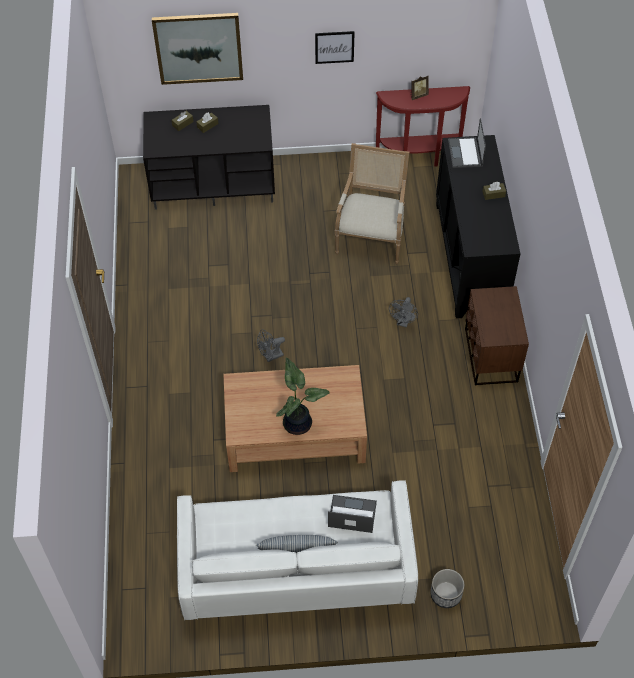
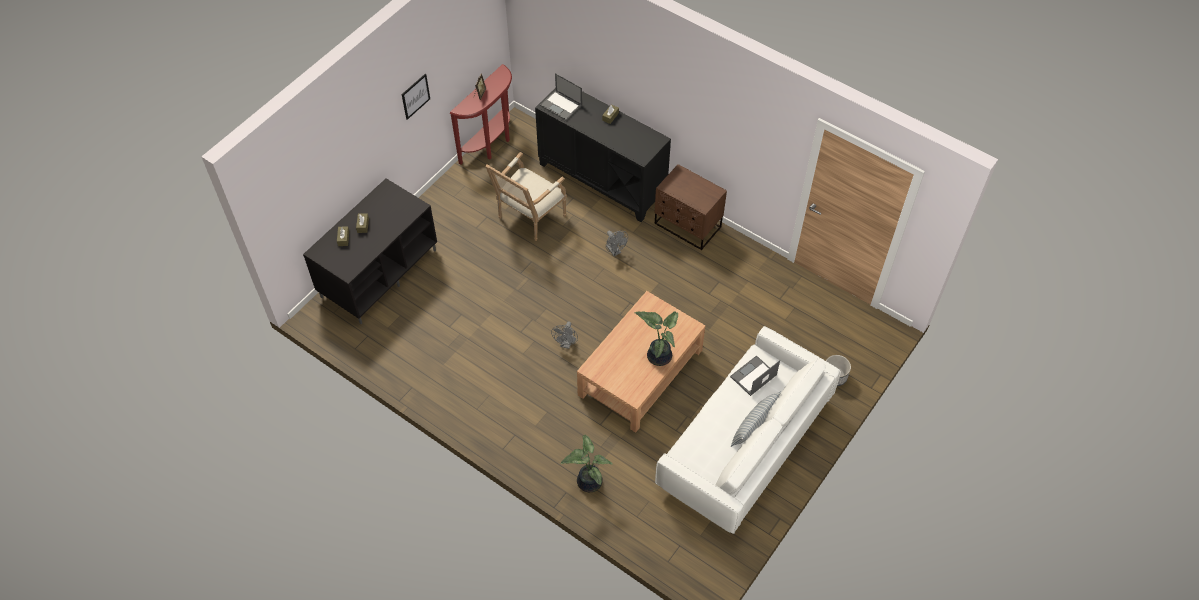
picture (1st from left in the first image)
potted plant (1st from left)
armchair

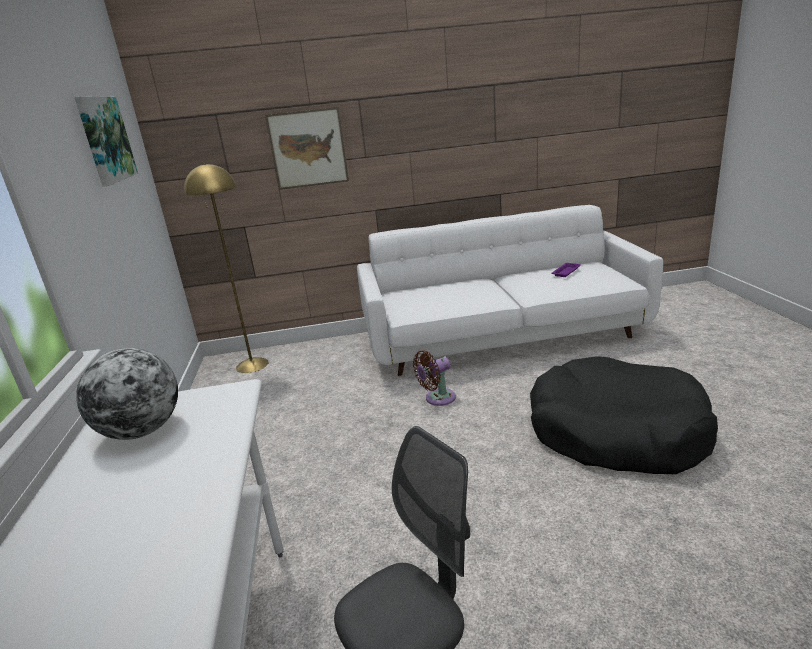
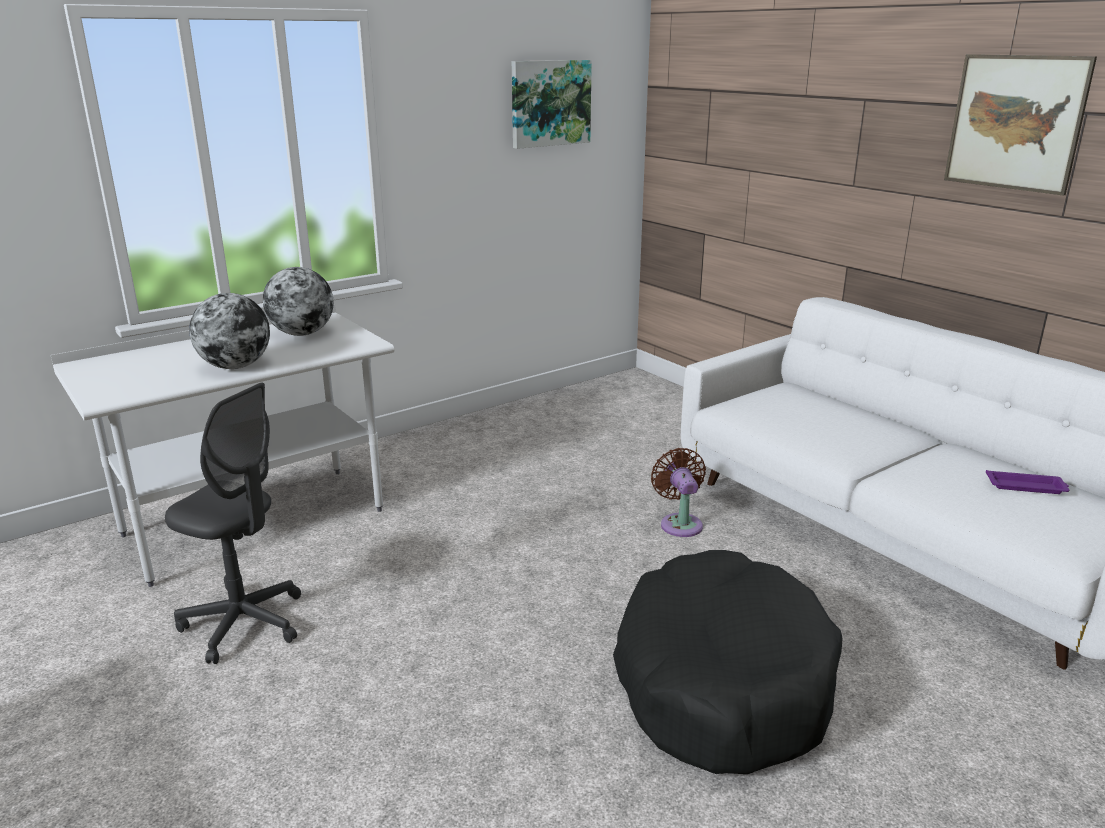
floor lamp in yellow
globe (1st from left)
picture (2nd from left)
fan in brown

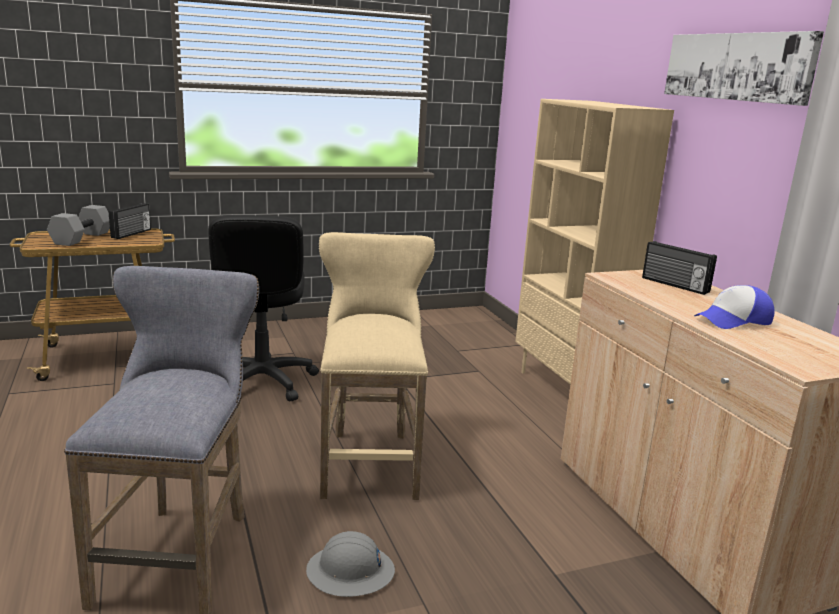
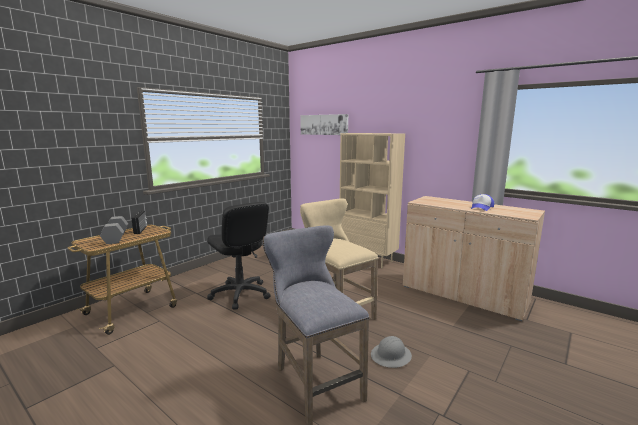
radio (2nd from left in the first image)
picture

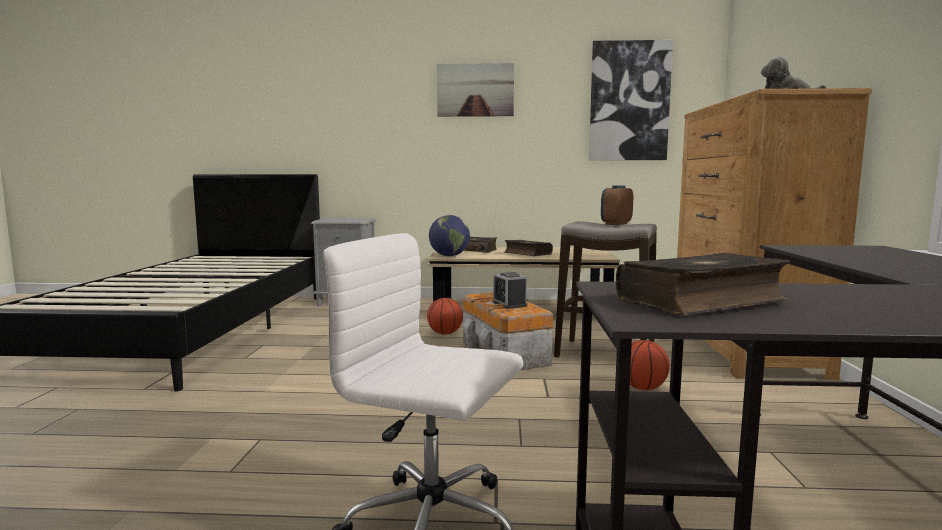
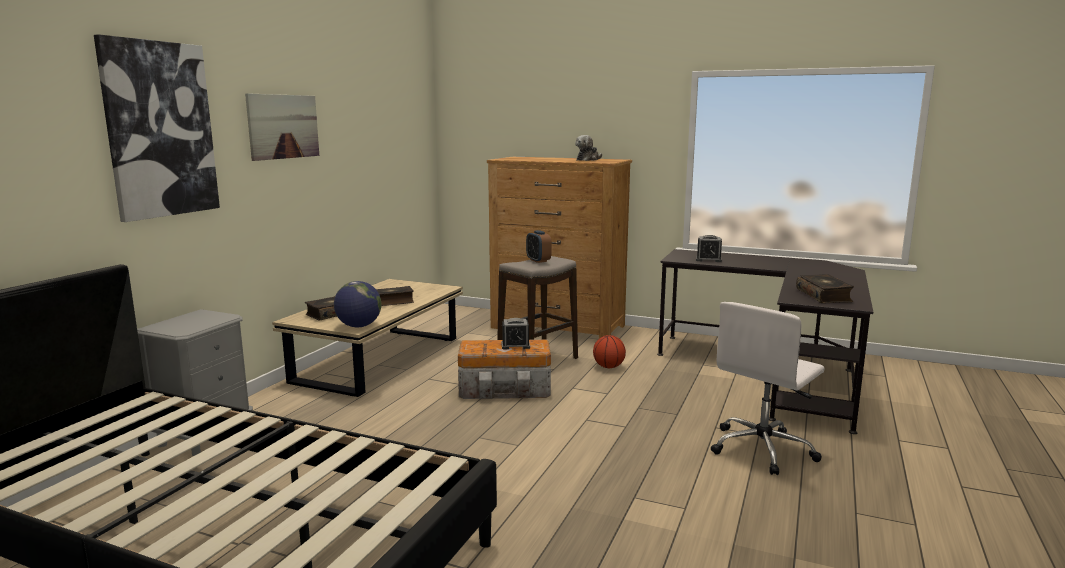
basketball (1st from left in the first image)
alarm clock (3rd from left)
picture (1st from left)

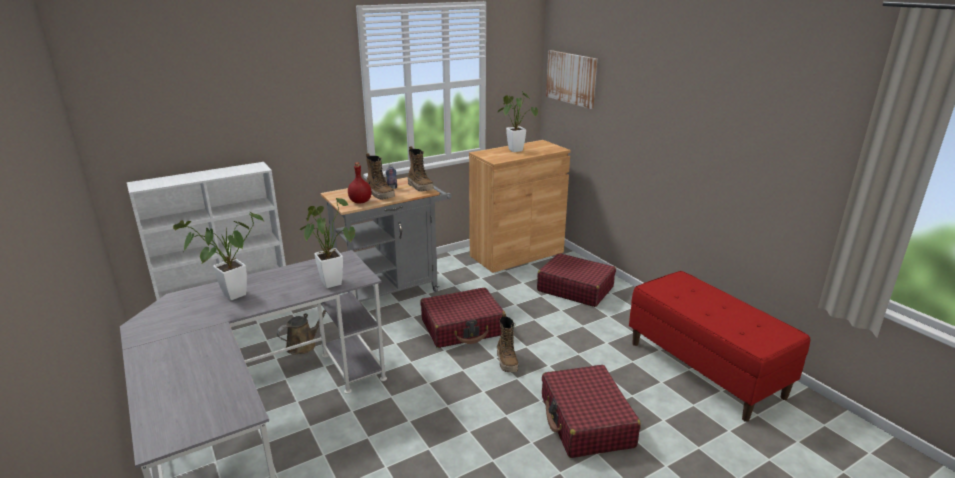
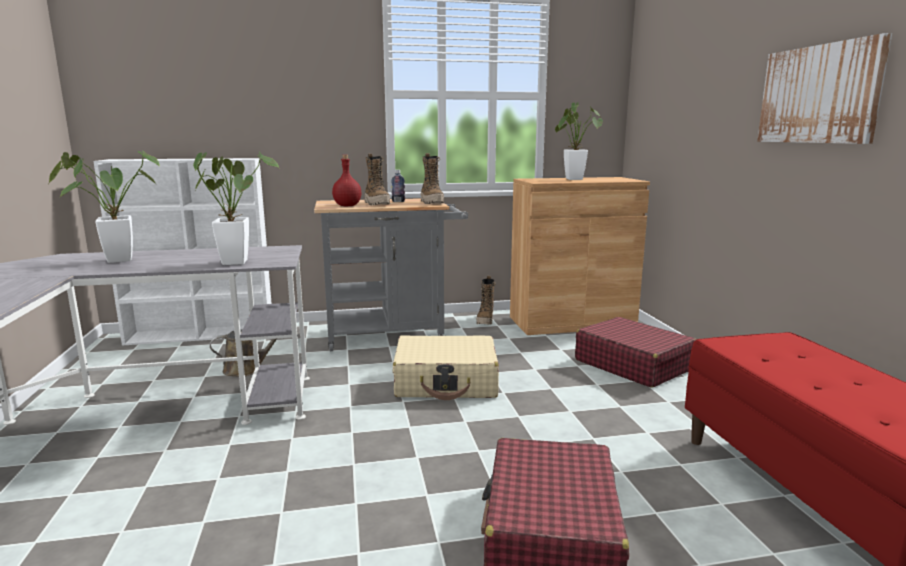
boot (3rd from left)
picture
suitcase in beige

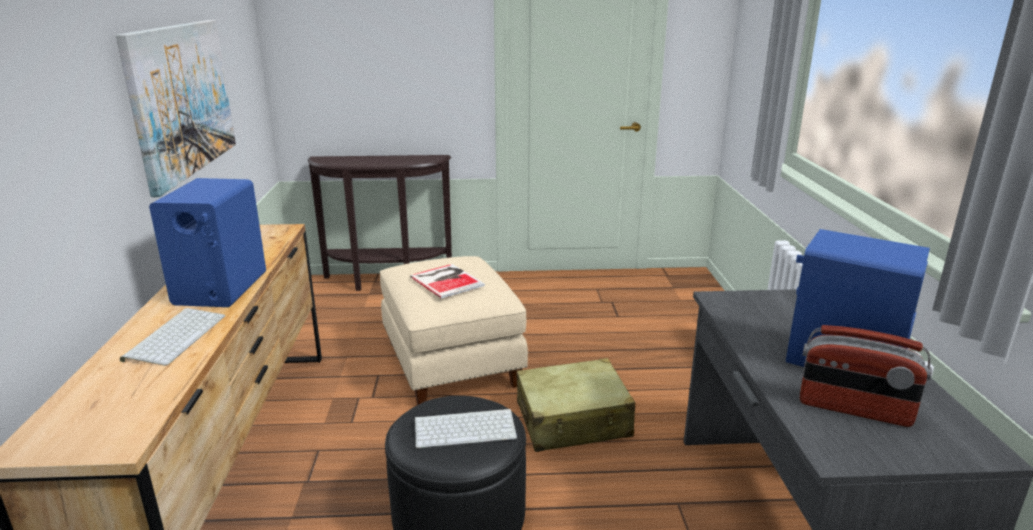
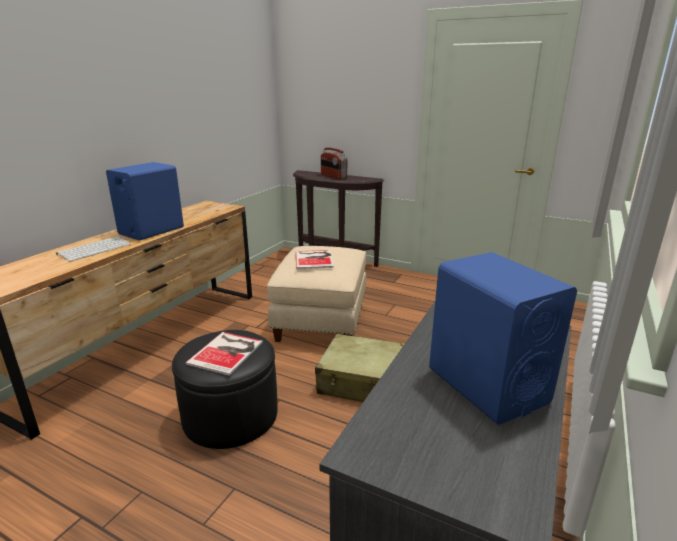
picture
radio
book (1st from left)

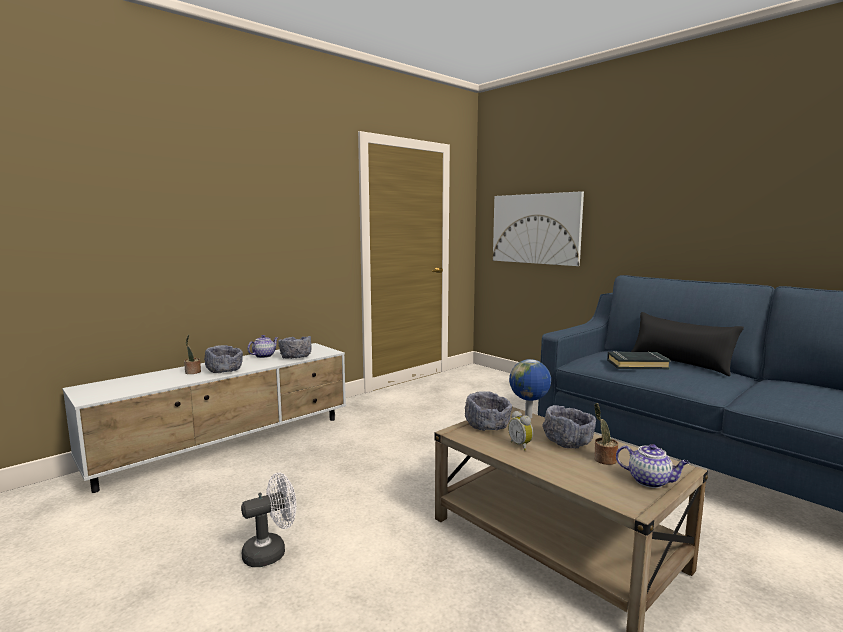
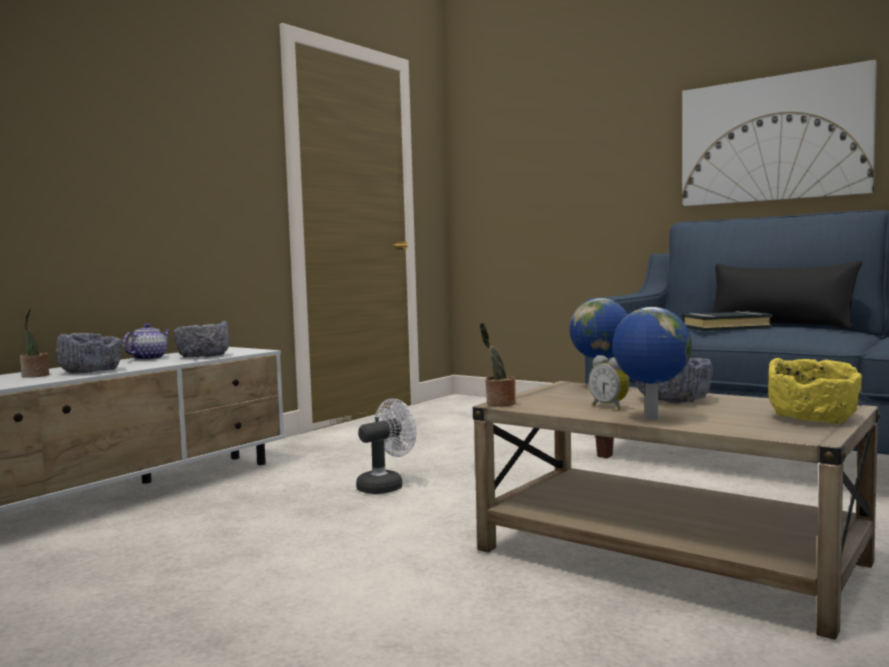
bowl in grey (3rd from left in the first image)
globe (2nd from left)
fan in white
picture
potted plant (2nd from left)
bowl in yellow

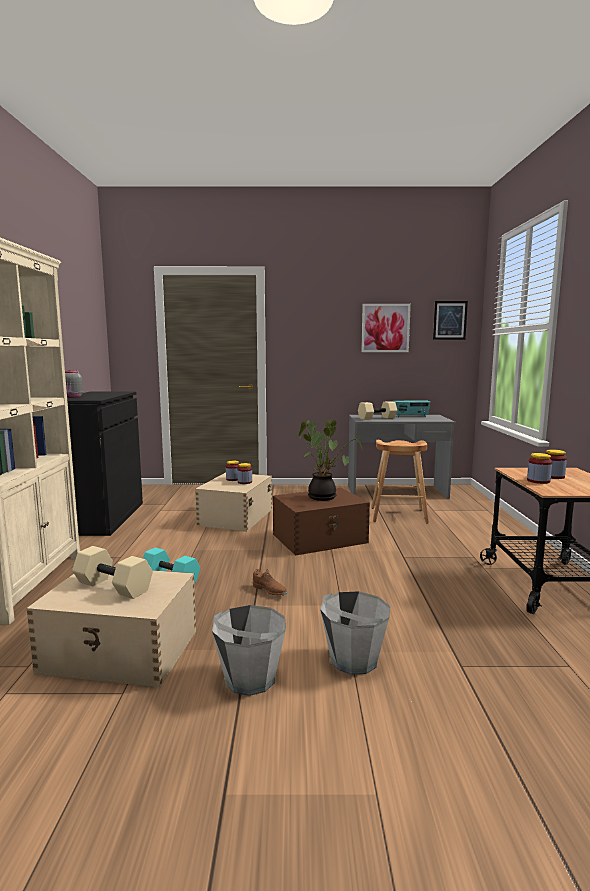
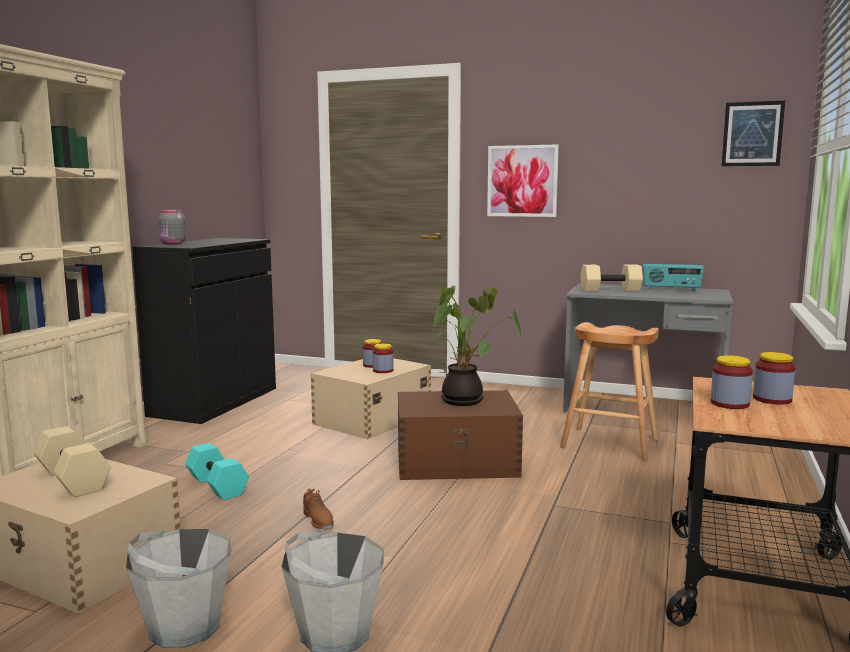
picture (1st from left)

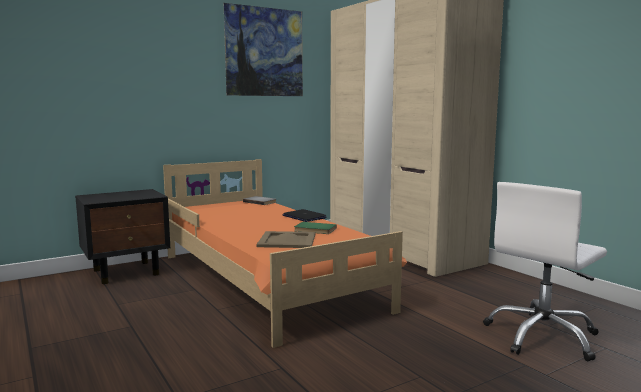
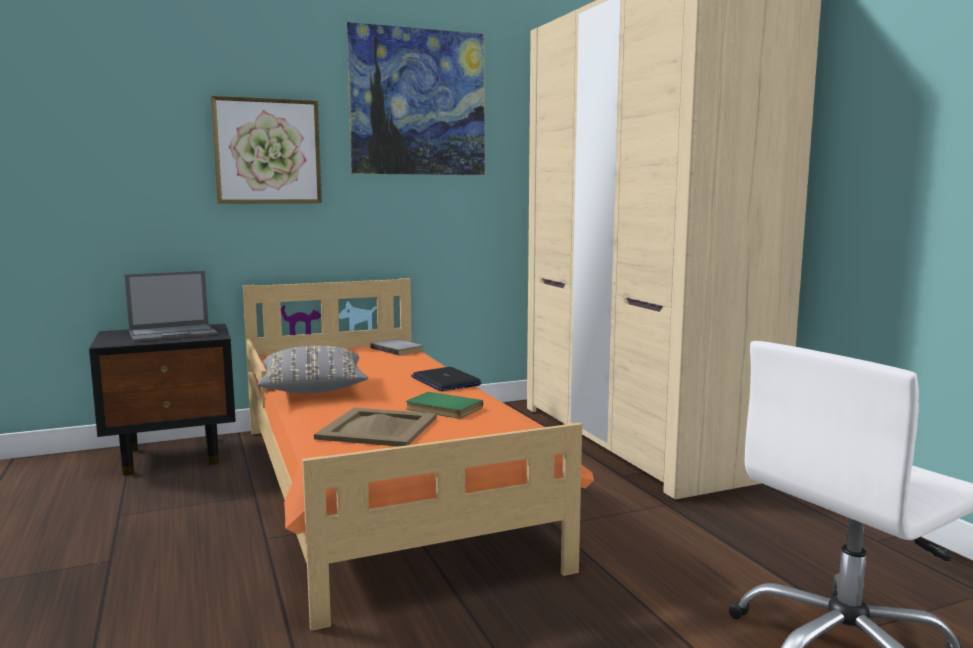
laptop (1st from left)
picture (1st from left)
pillow in grey

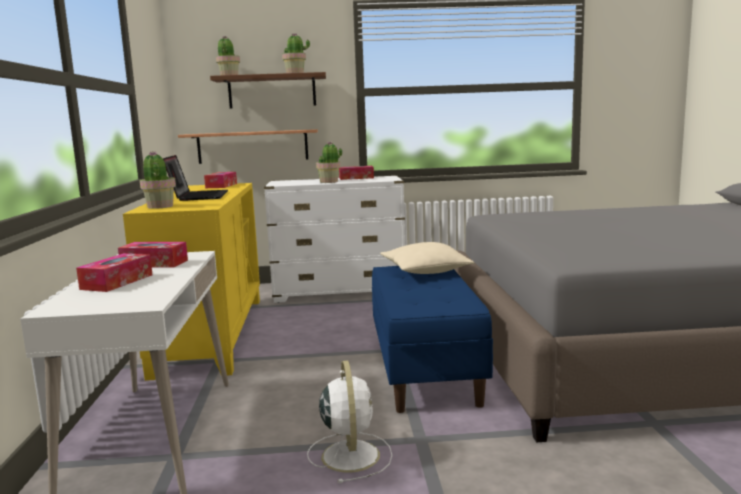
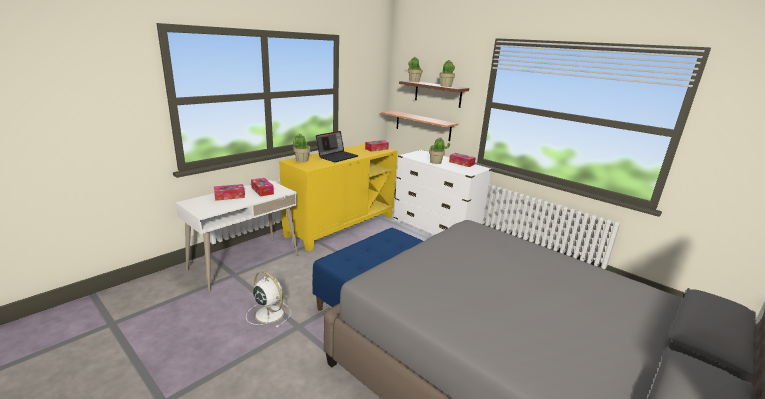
pillow in beige
fan in white

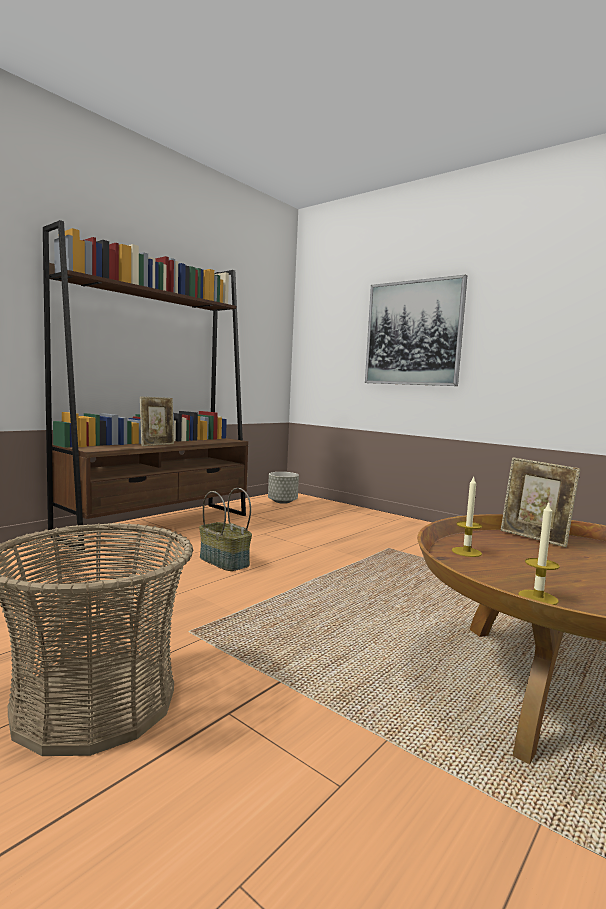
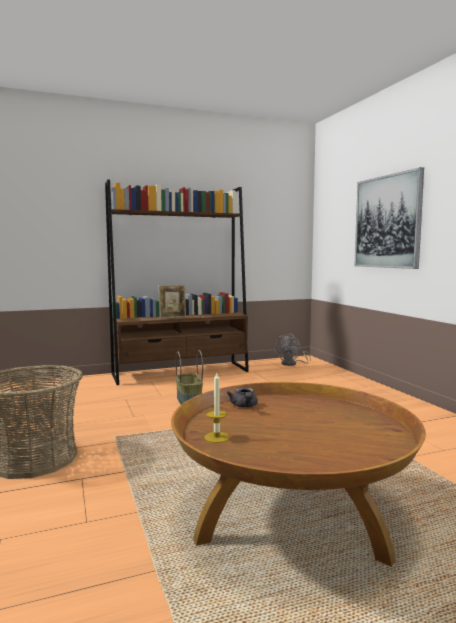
picture frame (2nd from left in the first image)
fan in grey
teapot in grey

